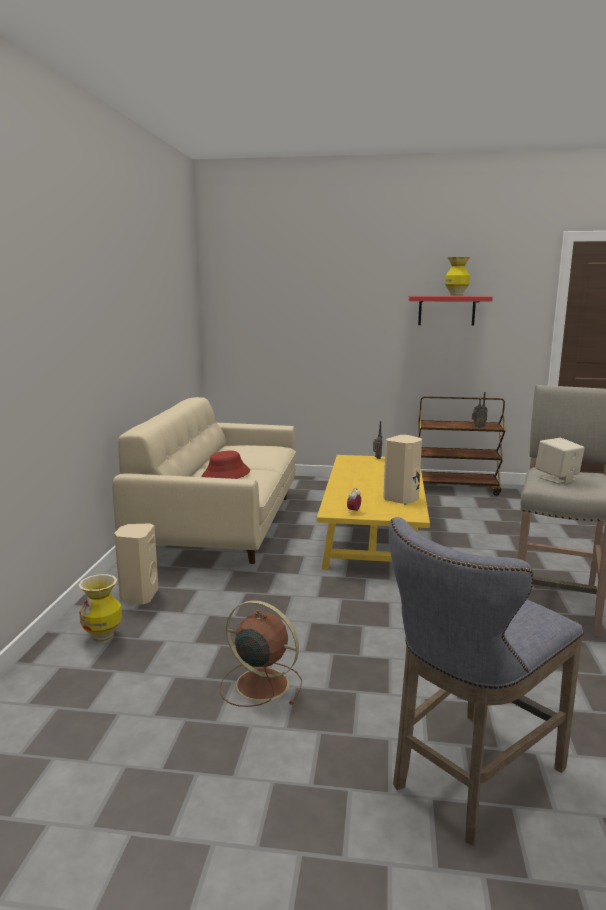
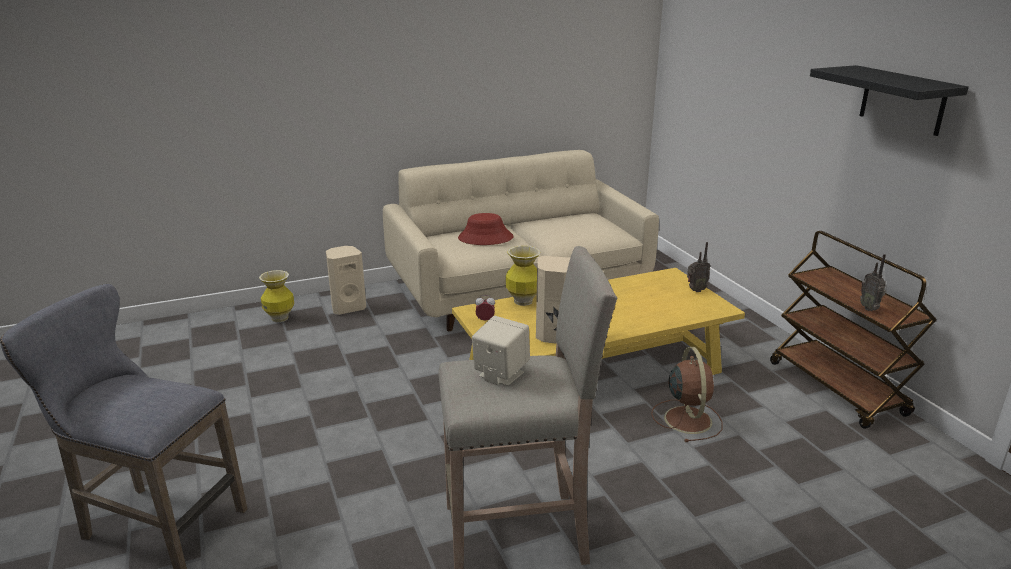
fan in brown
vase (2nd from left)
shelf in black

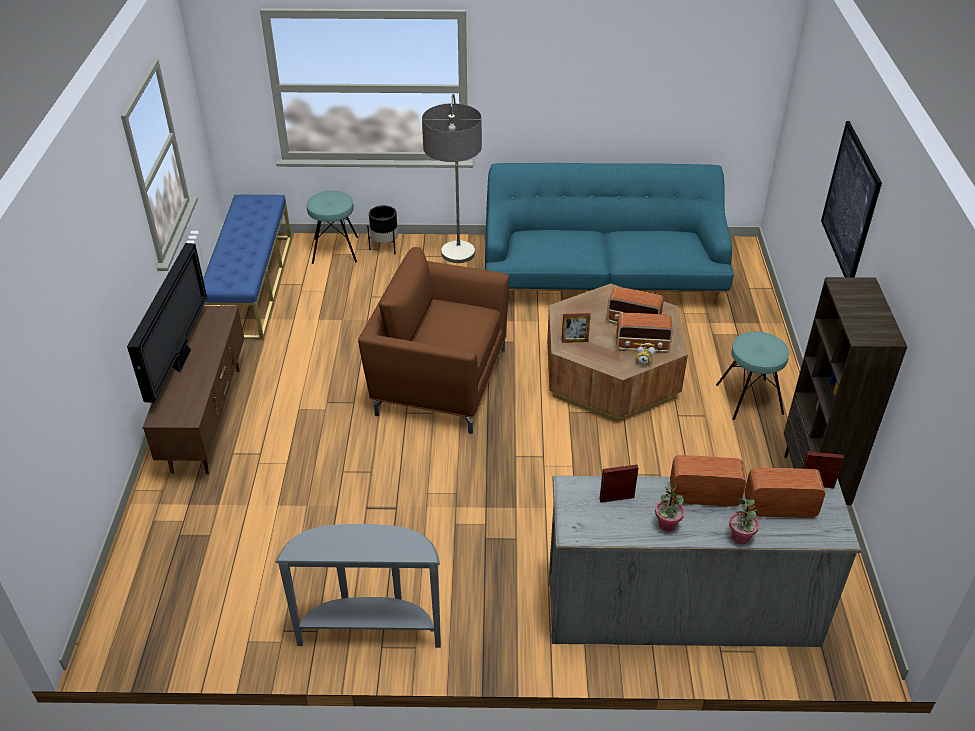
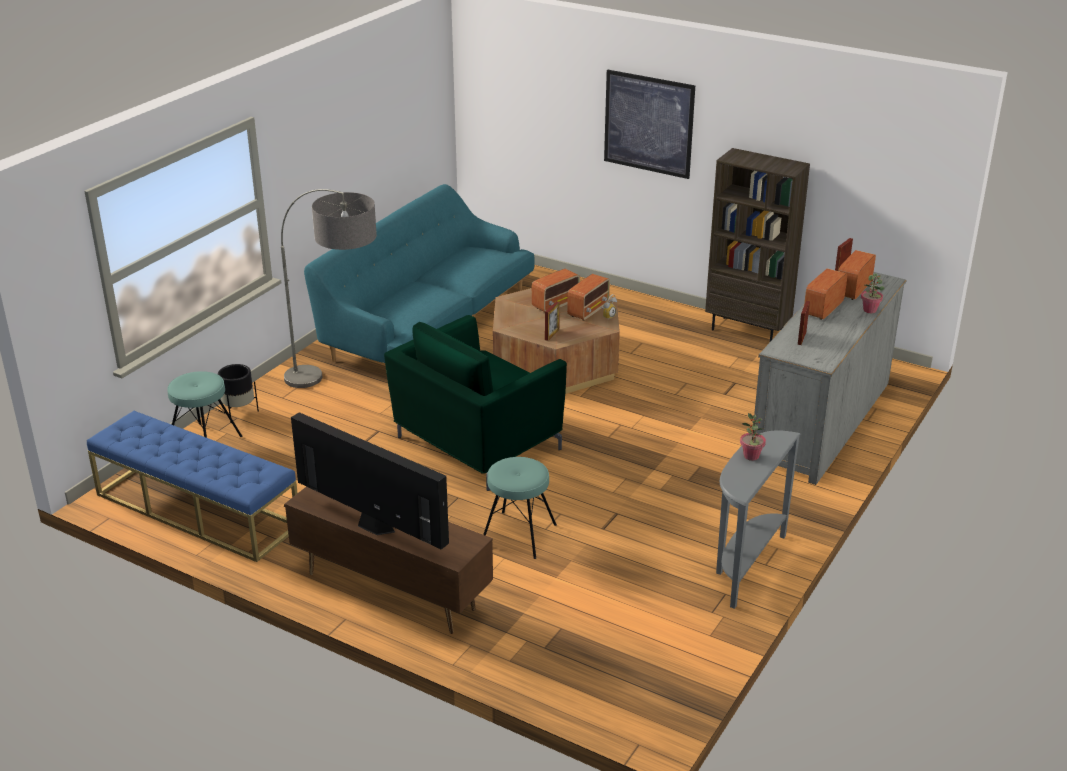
potted plant (1st from left)
stool in turquoise (2nd from left)
armchair in green

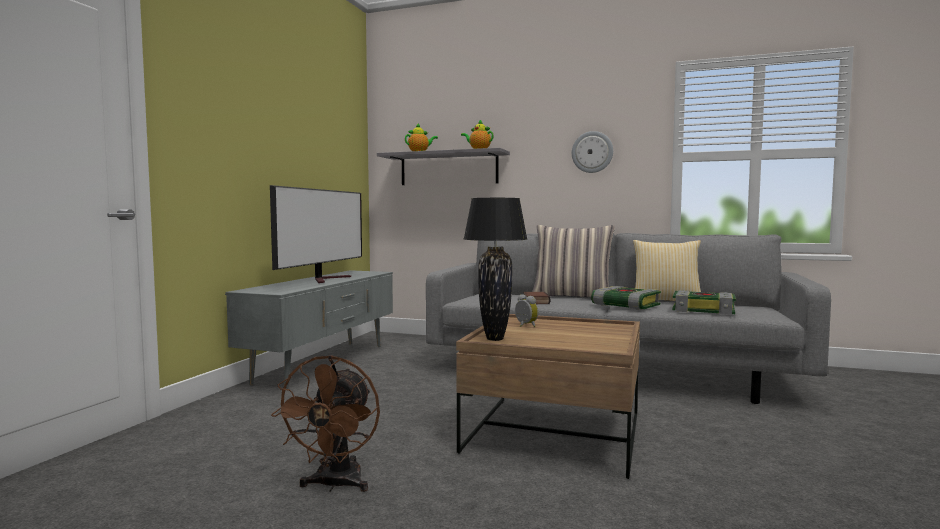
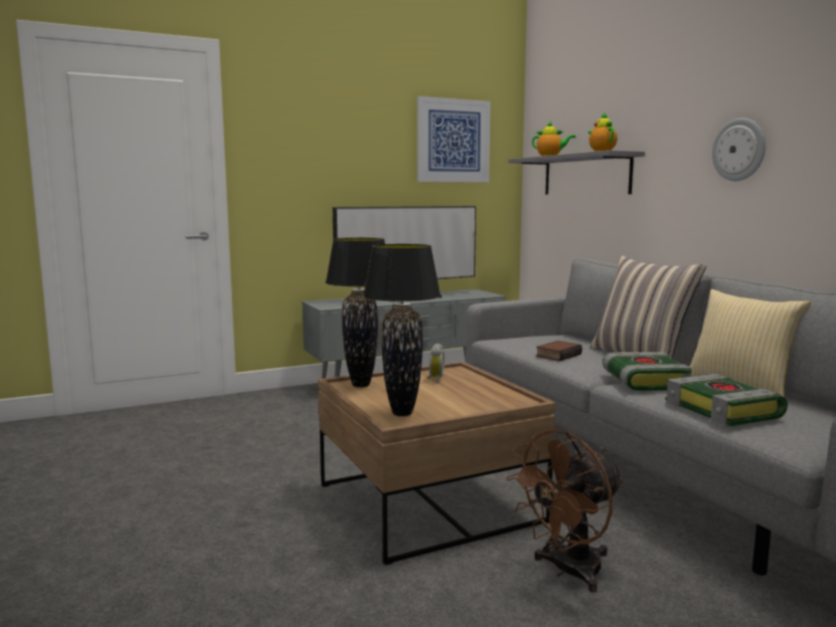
table lamp in black (2nd from left)
picture
fan in brown

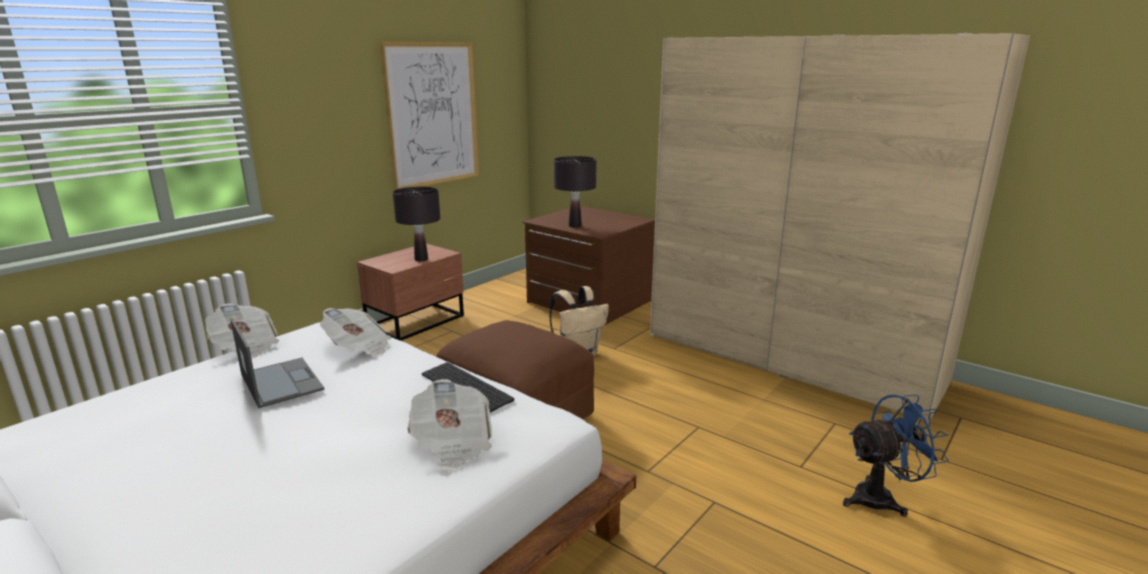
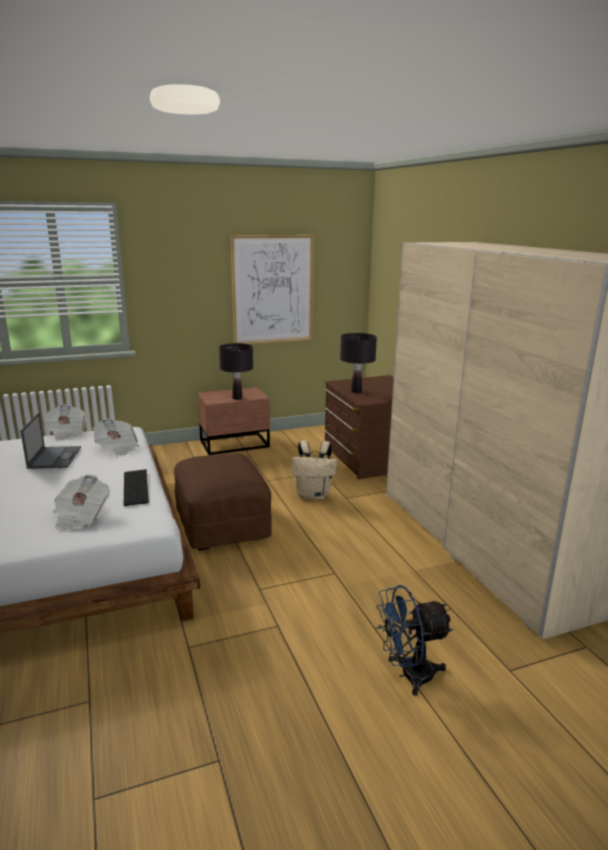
fan in blue

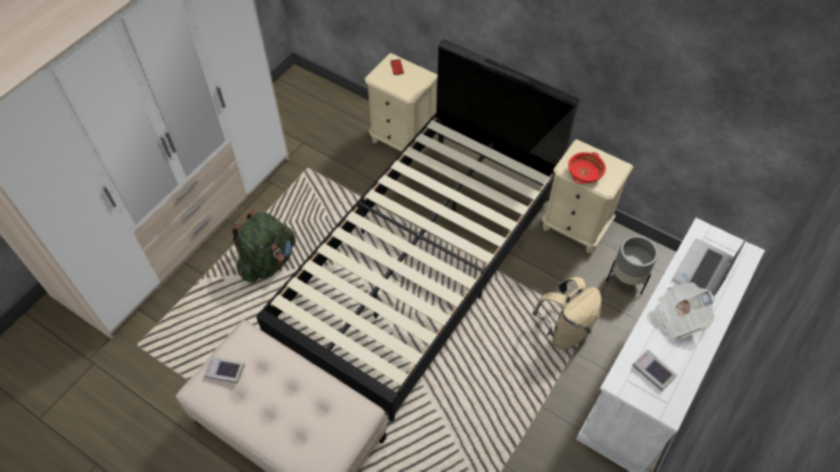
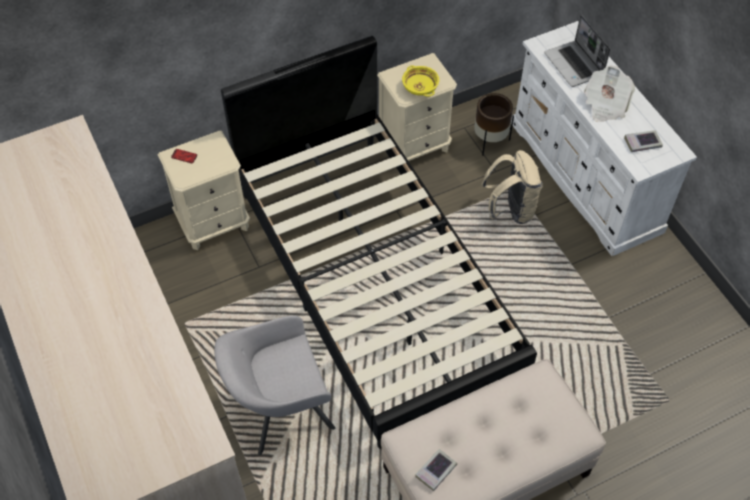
armchair in grey
bowl in yellow
planter in brown

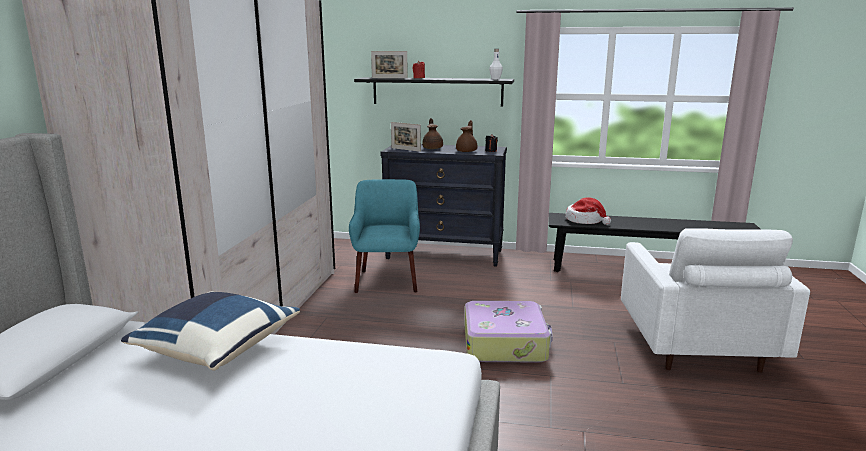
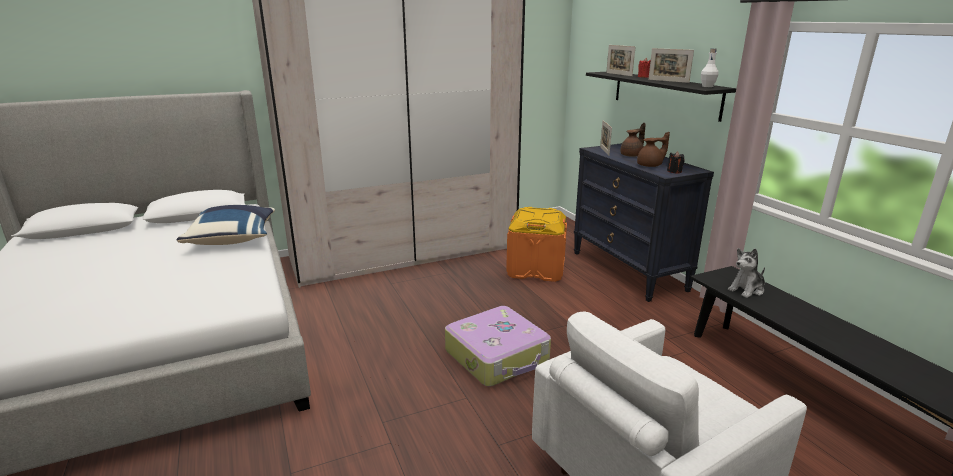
picture frame (3rd from left)
storage box in orange
plush toy

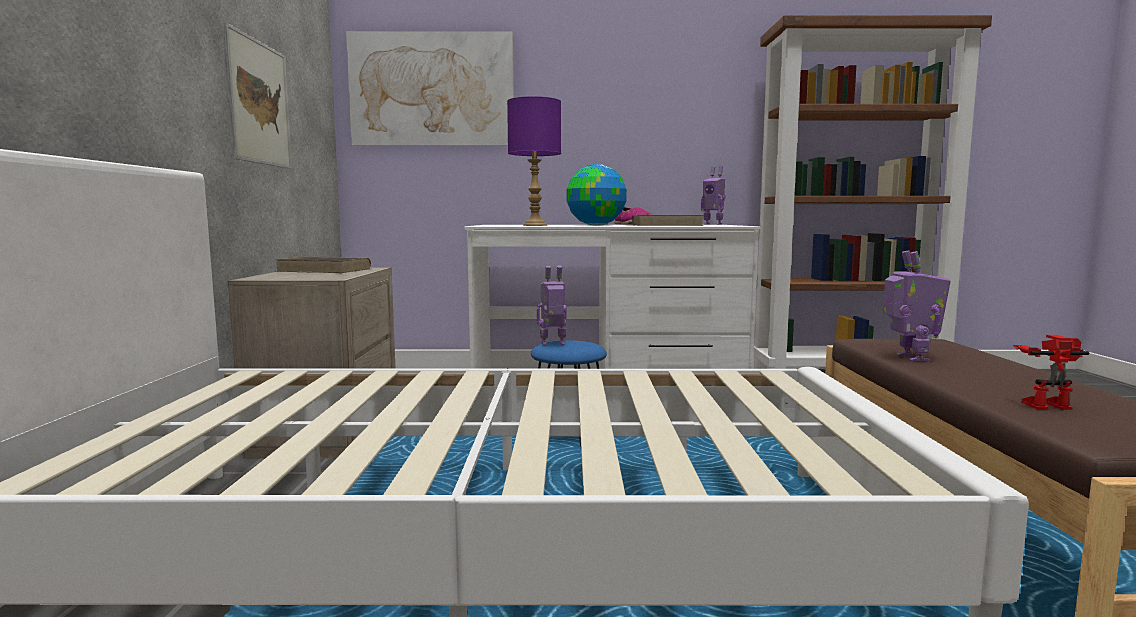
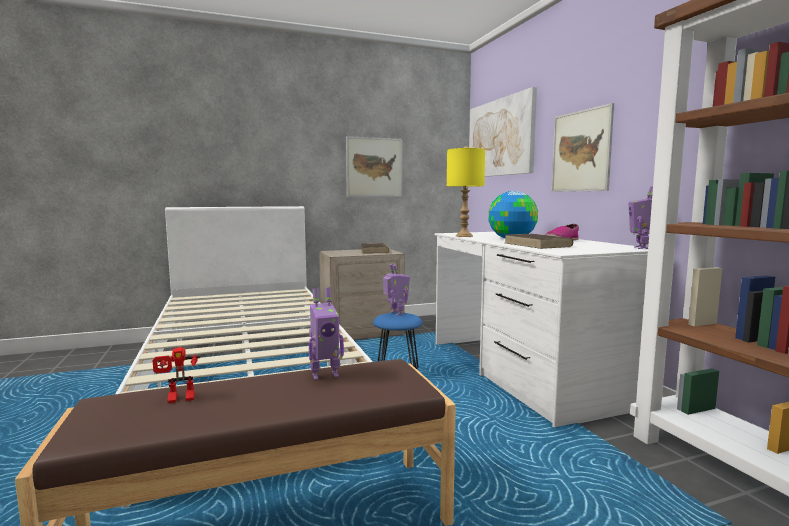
picture (3rd from left)
table lamp in yellow
toy robot (1st from left)

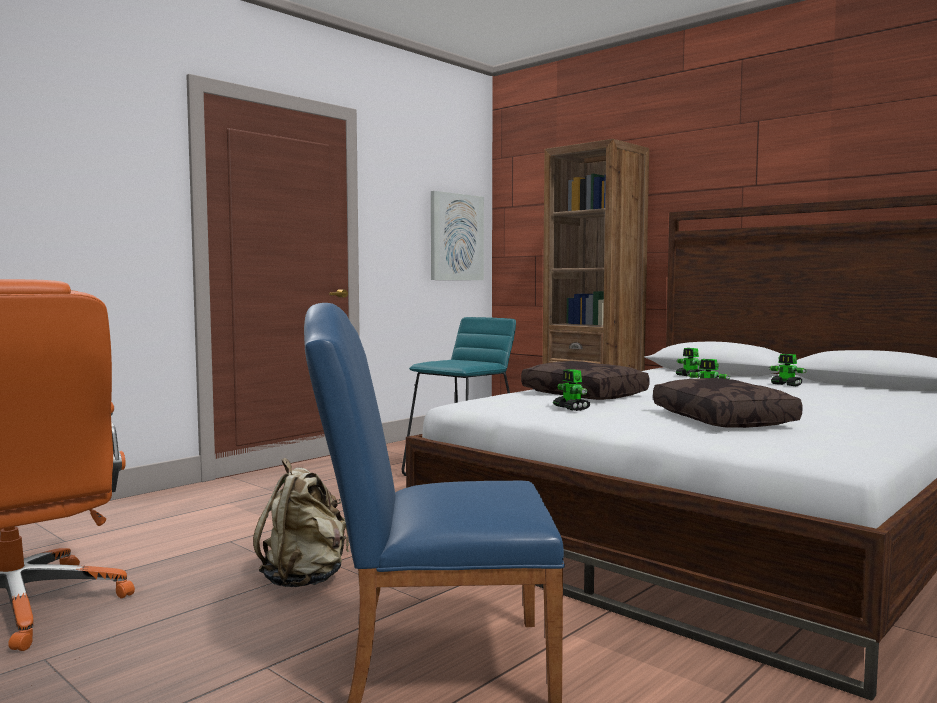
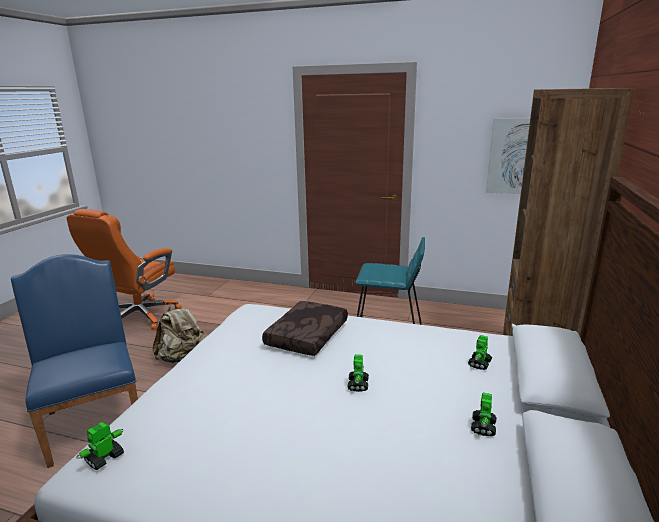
pillow in brown (2nd from left in the first image)
toy robot (1st from left)

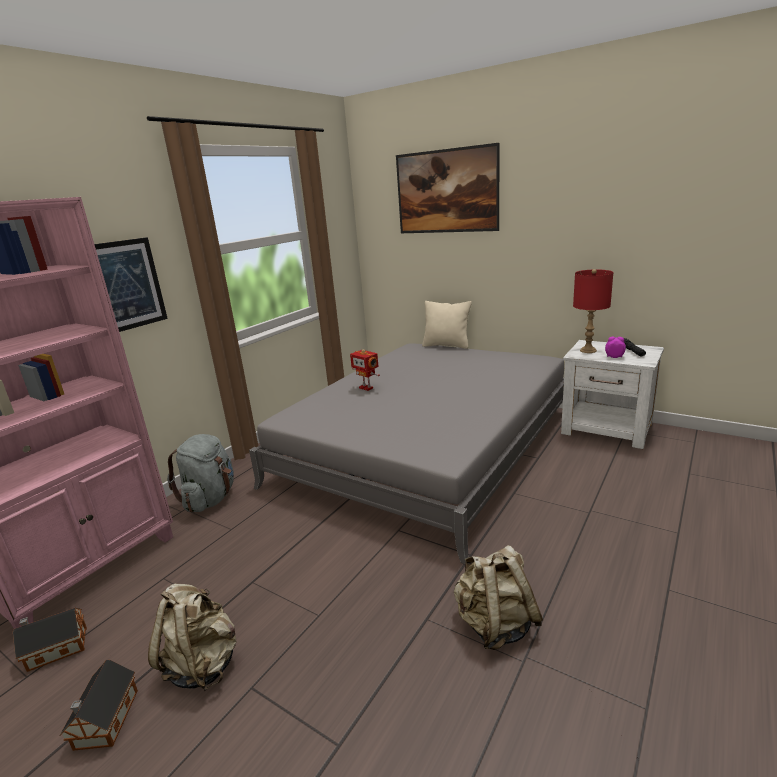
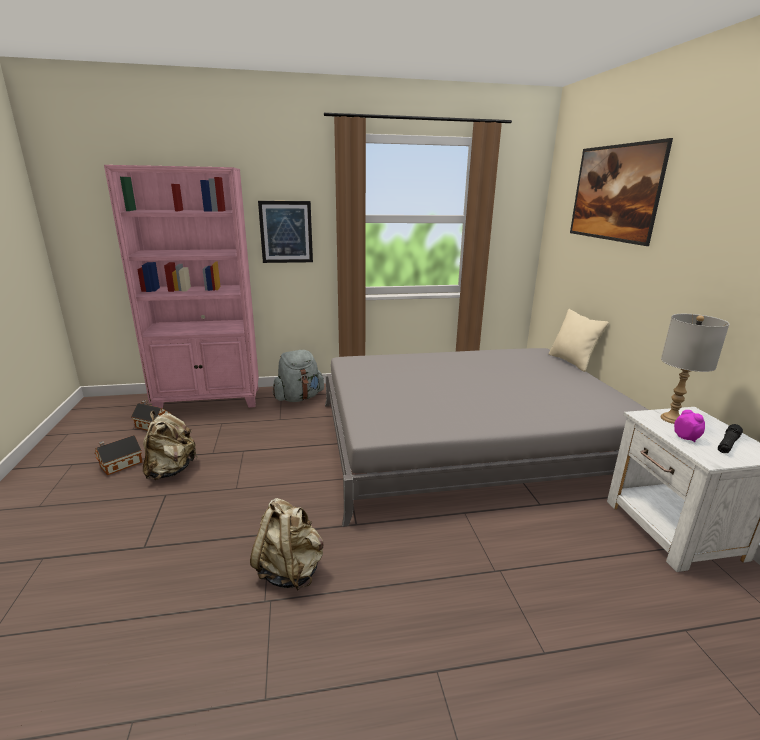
toy robot
table lamp in grey

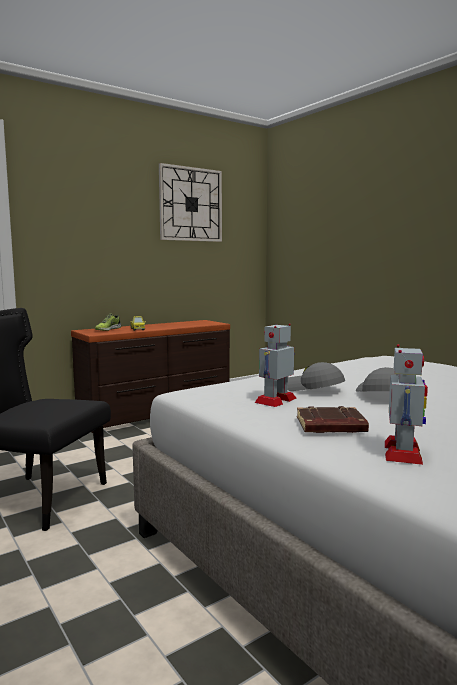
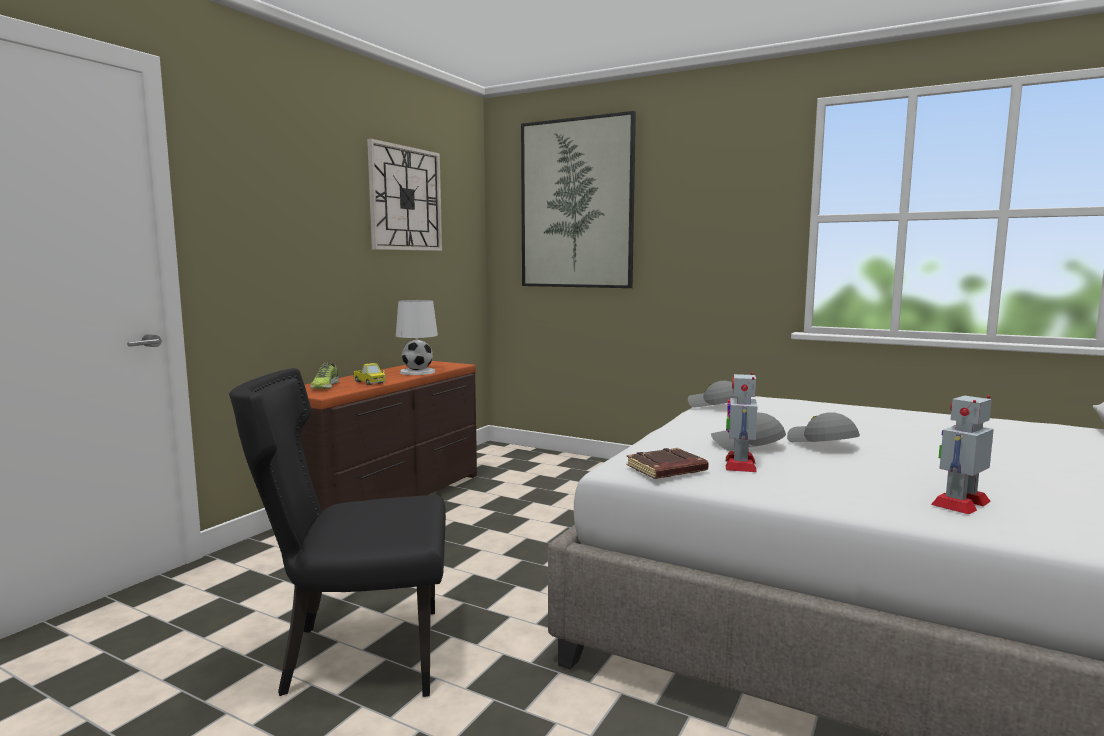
table lamp in white
picture
cap in grey (1st from left)
book in brown
toy robot (2nd from left)

